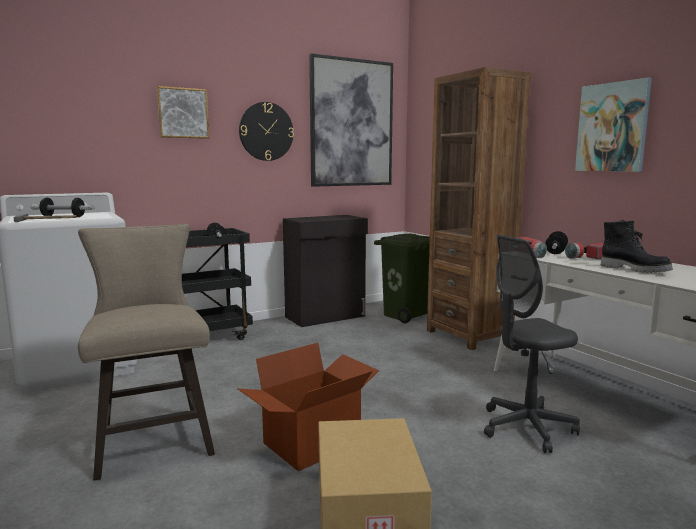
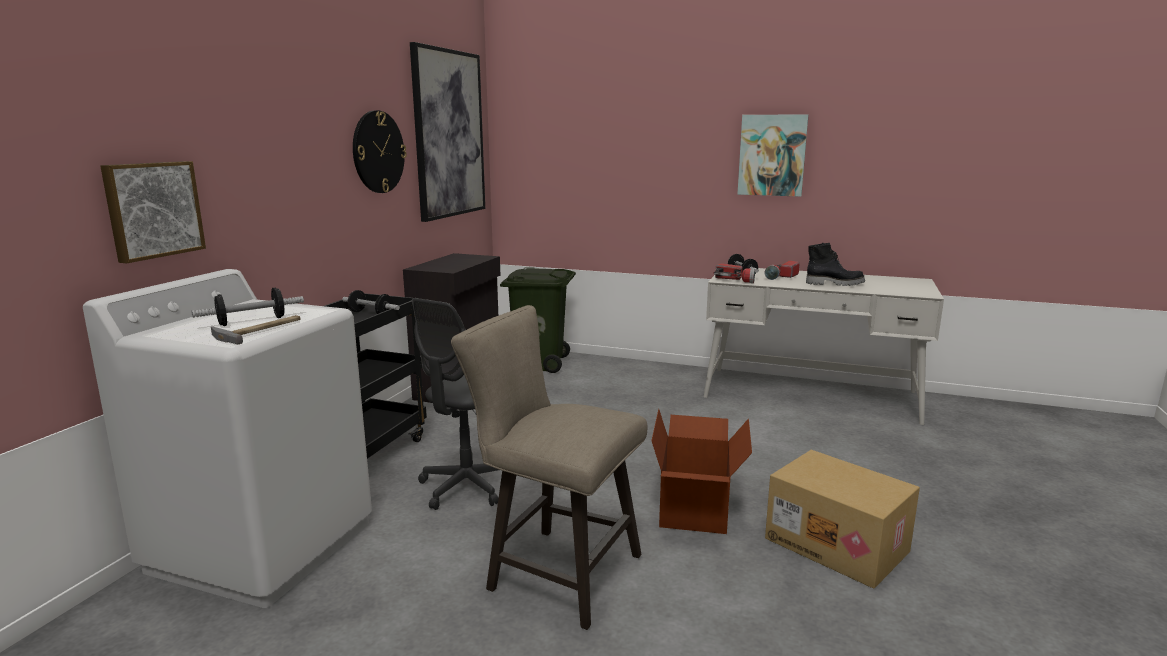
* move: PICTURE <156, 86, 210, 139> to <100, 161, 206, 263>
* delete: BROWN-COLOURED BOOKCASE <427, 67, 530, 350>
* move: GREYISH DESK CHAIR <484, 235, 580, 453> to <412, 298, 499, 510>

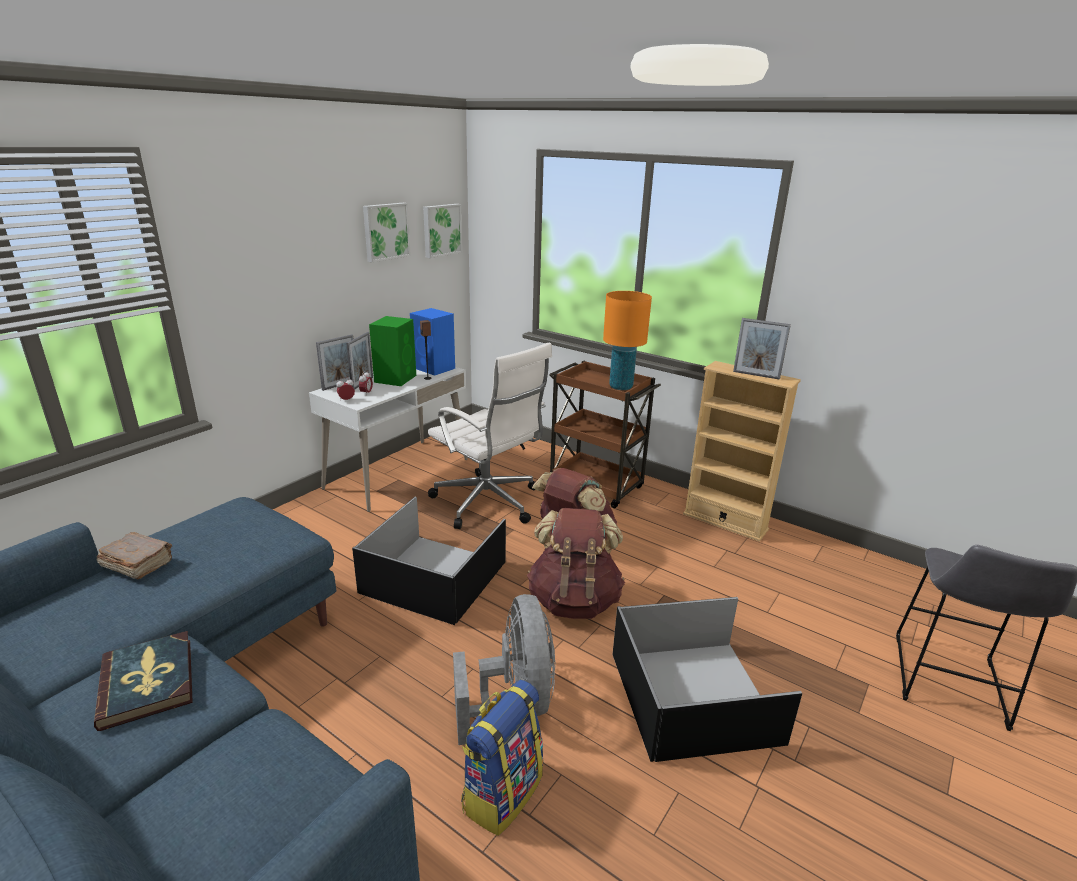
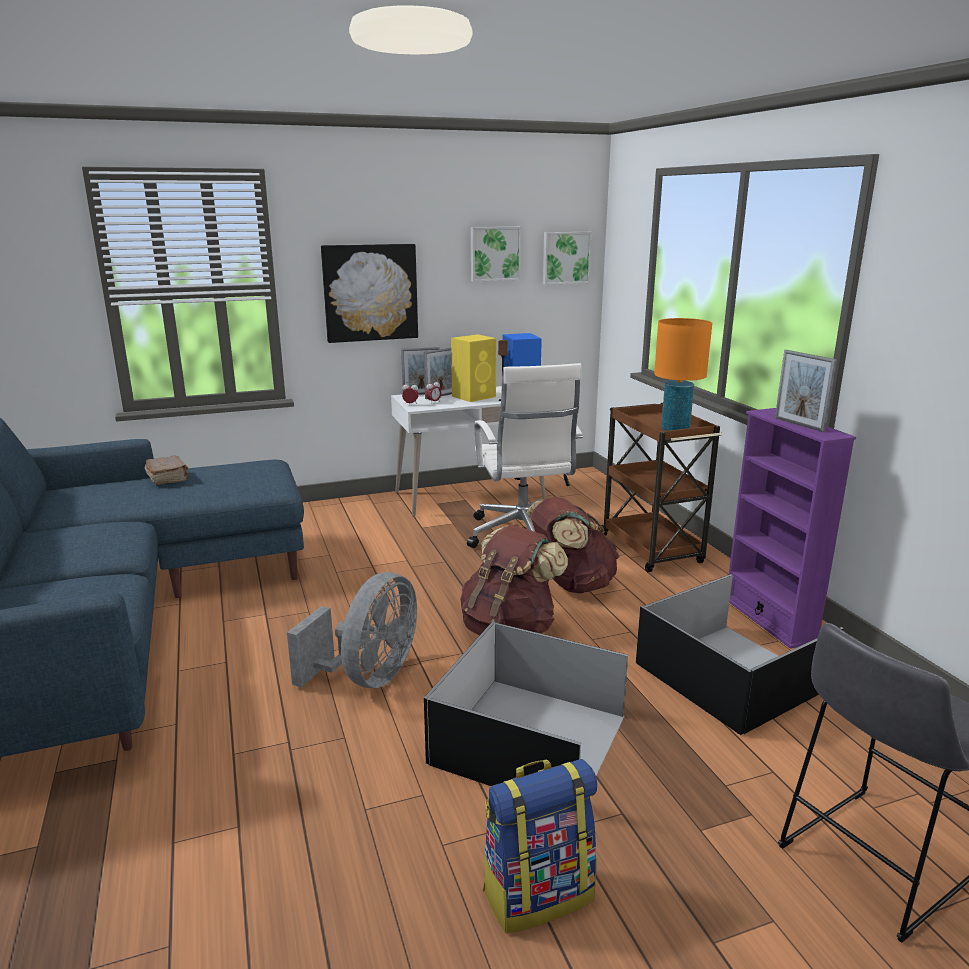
* delete: BOUND BOOK <94, 631, 193, 731>
* move: BLACKISH STORAGE BIN <352, 497, 506, 625> to <636, 574, 844, 735>
* recolor: GREEN AUDIO SPEAKER <369, 316, 416, 386> to YELLOW AUDIO SPEAKER <451, 334, 496, 402>
* move: KNAPSACK <461, 680, 544, 836> to <483, 759, 597, 933>
* recolor: SAND-COLOURED BOOKCASE <683, 361, 801, 542> to PURPLE-COLOURED BOOKCASE <729, 408, 856, 649>
* insert: PICTURE <321, 244, 418, 343>

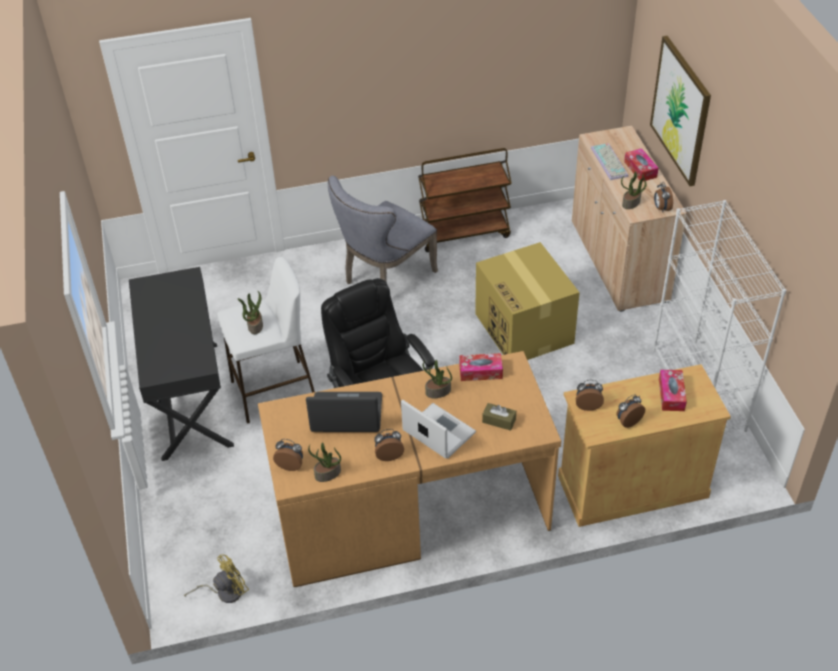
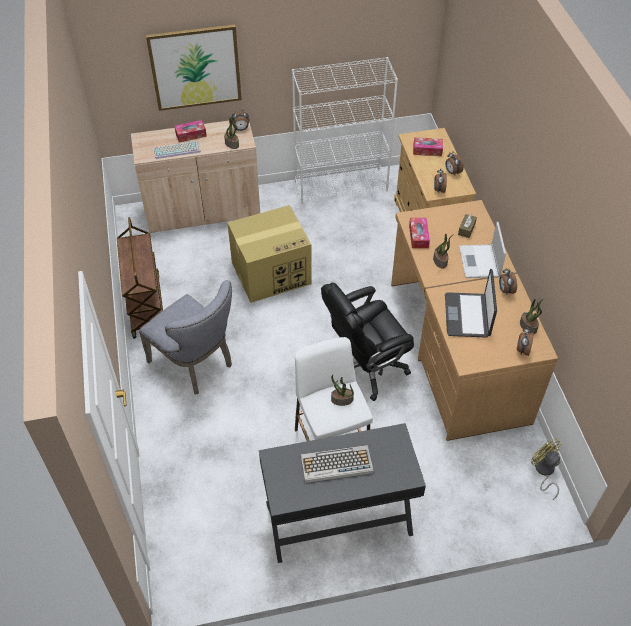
* rotate: LAPTOP <401, 400, 476, 459> = <459, 222, 506, 278> 45 degrees counterclockwise
* insert: KEYBOARD <300, 445, 373, 483>

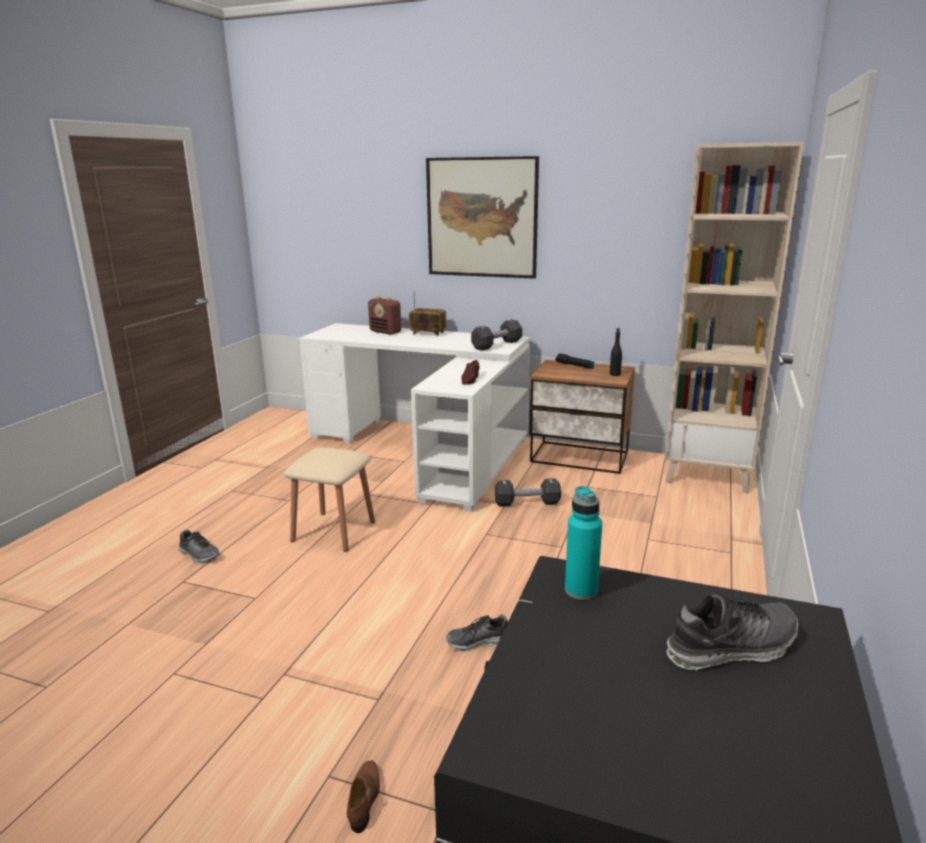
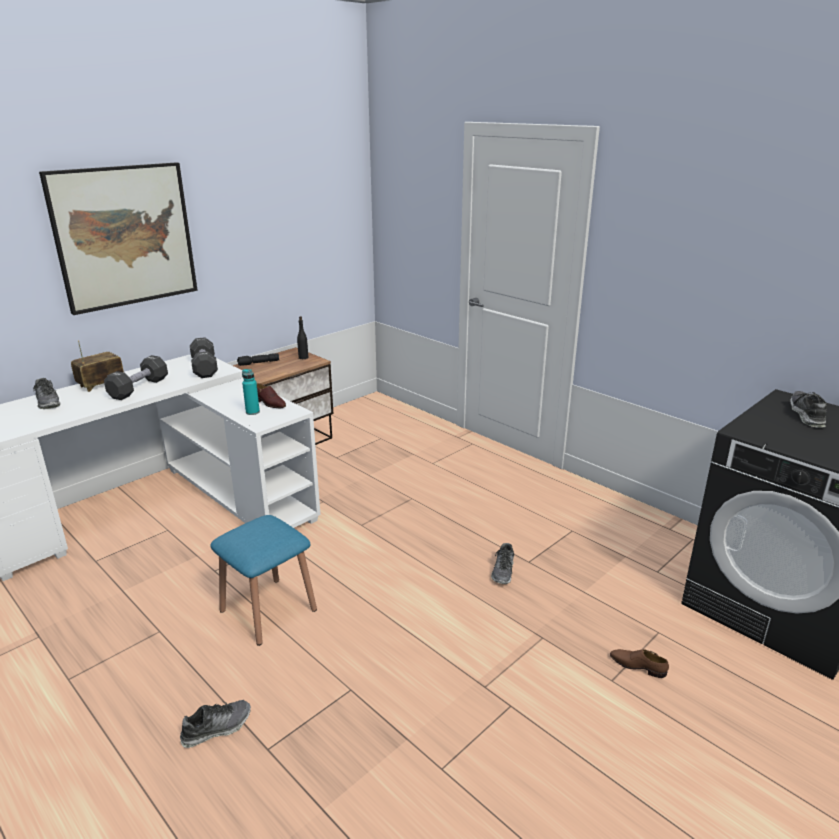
* recolor: SAND-COLOURED STOOL SEAT <284, 447, 375, 552> to BLUE-COLOURED STOOL SEAT <210, 515, 317, 646>
* replace: RADIO <368, 296, 401, 335> to SHOE <33, 378, 60, 409>
* move: BLACKISH FREE WEIGHT <494, 478, 561, 507> to <104, 355, 168, 400>
* move: TURQUOISE DRINK BOTTLE <565, 486, 602, 600> to <242, 369, 260, 415>
* delete: SAND-COLOURED BOOKCASE <665, 142, 804, 493>

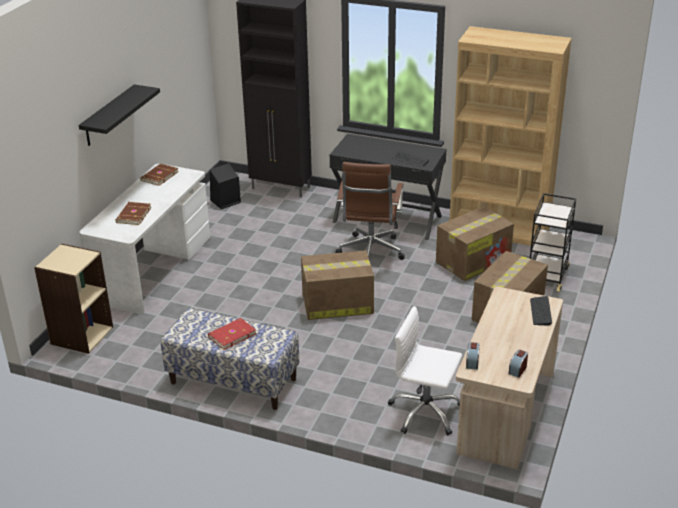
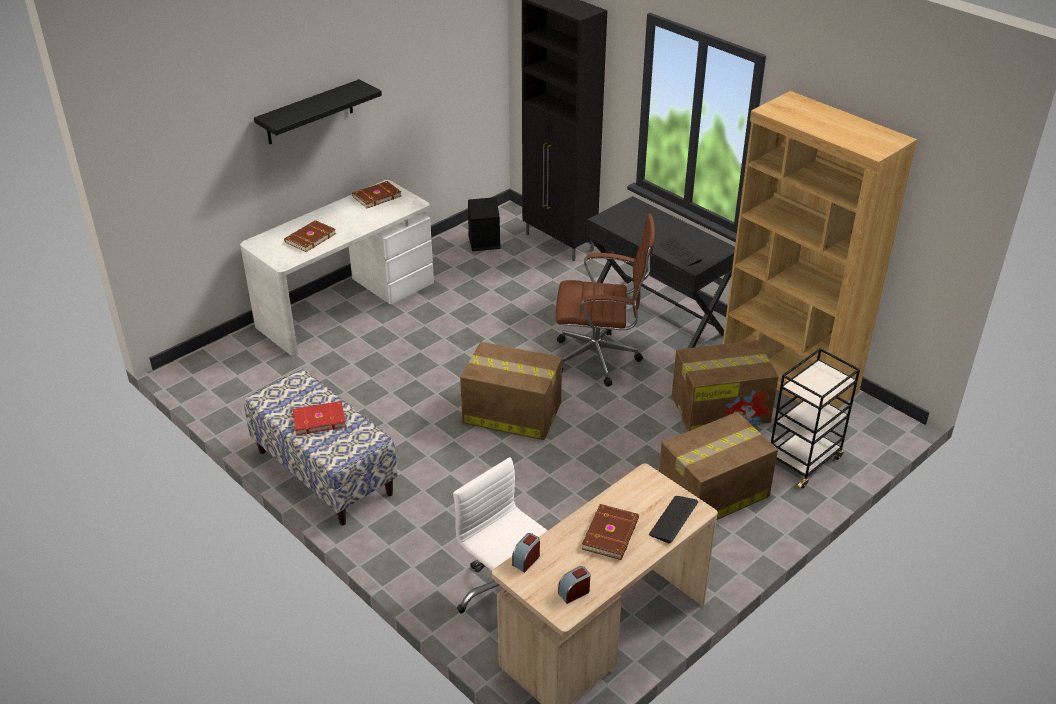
* delete: SAND-COLOURED BOOKCASE <34, 244, 113, 354>
* rotate: BROWN-COLOURED DESK CHAIR <335, 162, 405, 260> = <556, 213, 655, 387> 120 degrees counterclockwise
* insert: BROWN-COLOURED BOUND BOOK <582, 504, 639, 560>

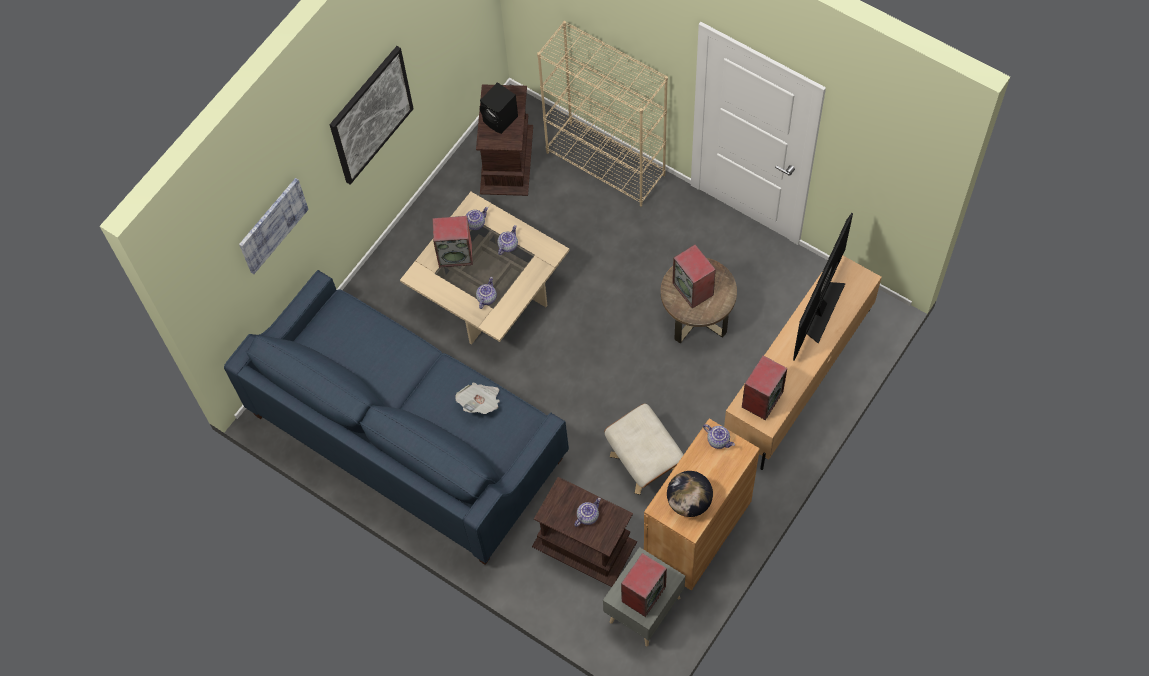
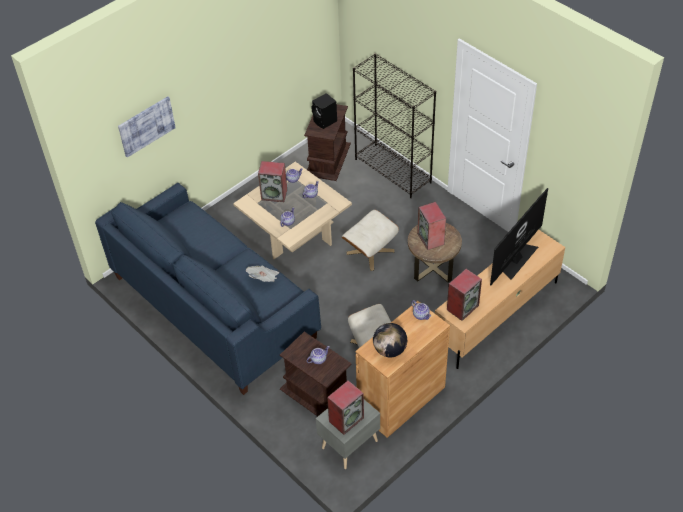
* delete: PICTURE <330, 46, 414, 185>
* recolor: SAND-COLOURED BOOKCASE <537, 21, 668, 207> to BLACKISH BOOKCASE <353, 53, 436, 198>
* insert: SAND-COLOURED POUFFE <342, 210, 399, 271>

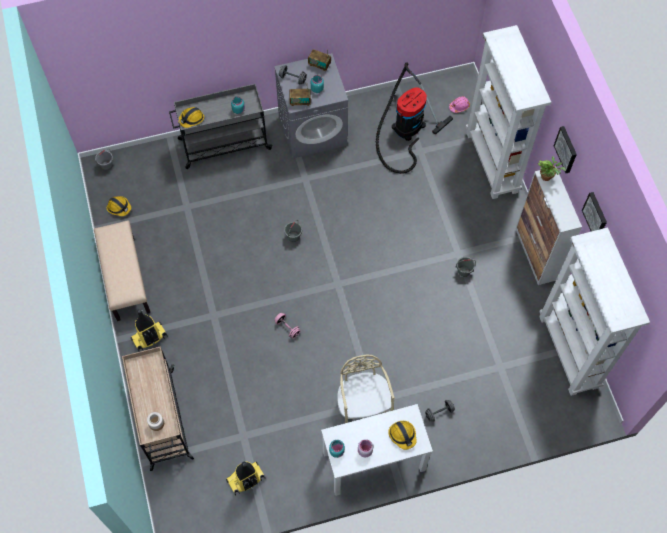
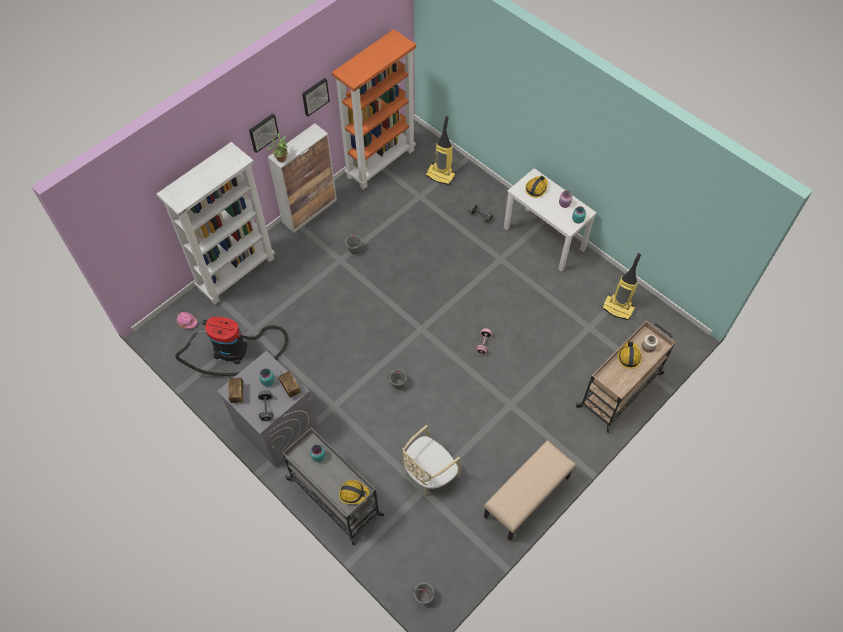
* move: SAFETY HELMET <106, 196, 131, 216> to <618, 342, 642, 369>
* move: HOOVER <131, 309, 168, 352> to <425, 116, 456, 185>
* move: SAND-COLOURED UPRIGHT CHAIR <337, 355, 395, 423> to <402, 425, 462, 495>
* recolor: WHITE BOOKCASE <539, 227, 650, 396> to ORANGEY BOOKCASE <332, 29, 416, 190>

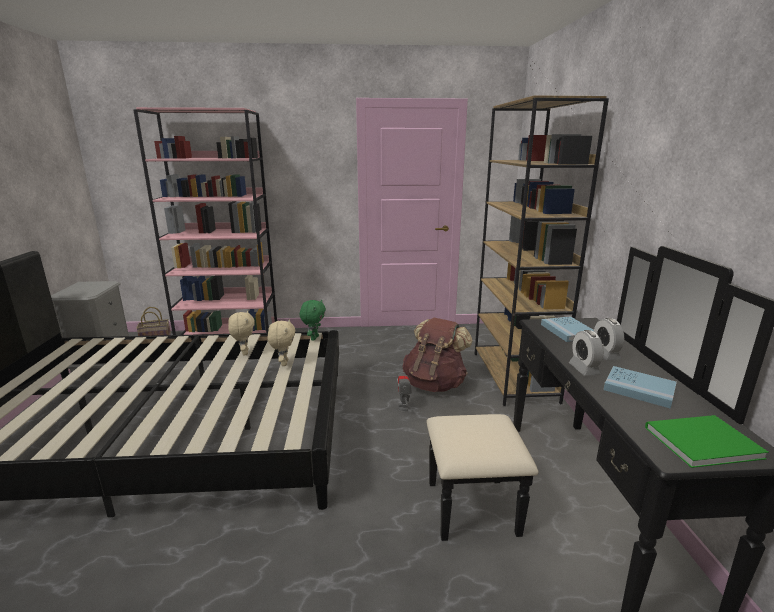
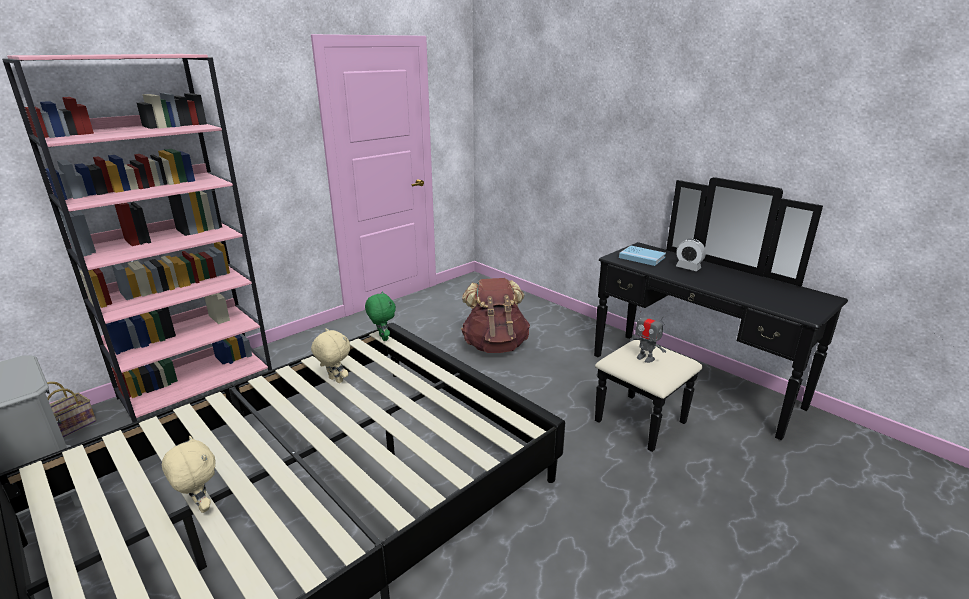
* move: SAND-COLOURED CUDDLY TOY <268, 319, 296, 366> to <162, 436, 216, 513>
* move: MODEL ROBOT <397, 374, 412, 411> to <630, 307, 666, 363>
* delete: BROWN-COLOURED BOOKCASE <475, 96, 609, 406>
* delete: BEDSIDE CLOCK <569, 330, 603, 376>
* delete: BLUE-COLOURED BOUND BOOK <603, 366, 677, 409>
* delete: GREEN BOUND BOOK <645, 415, 769, 468>

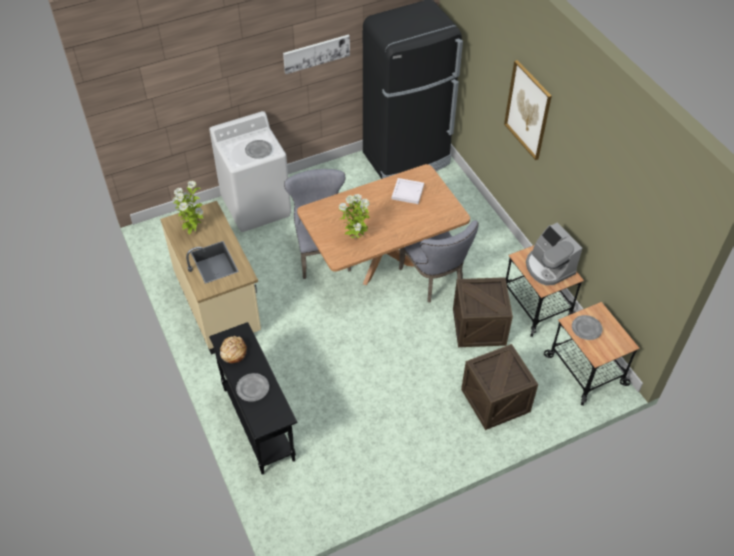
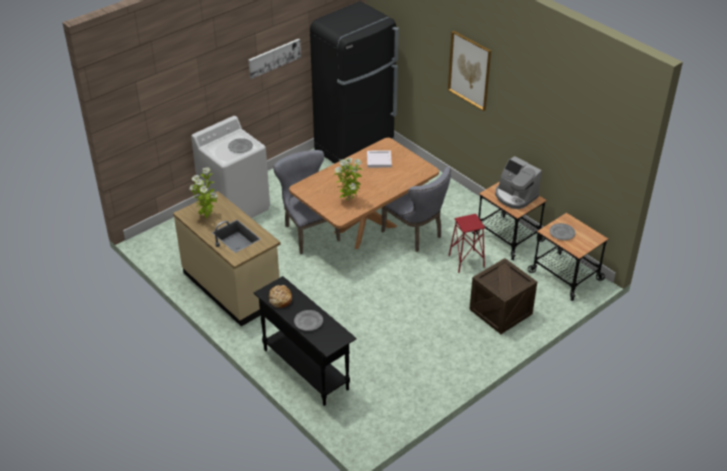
* replace: SHIPPING CRATE <453, 277, 513, 347> to REDDISH STOOL SEAT <449, 214, 485, 273>

